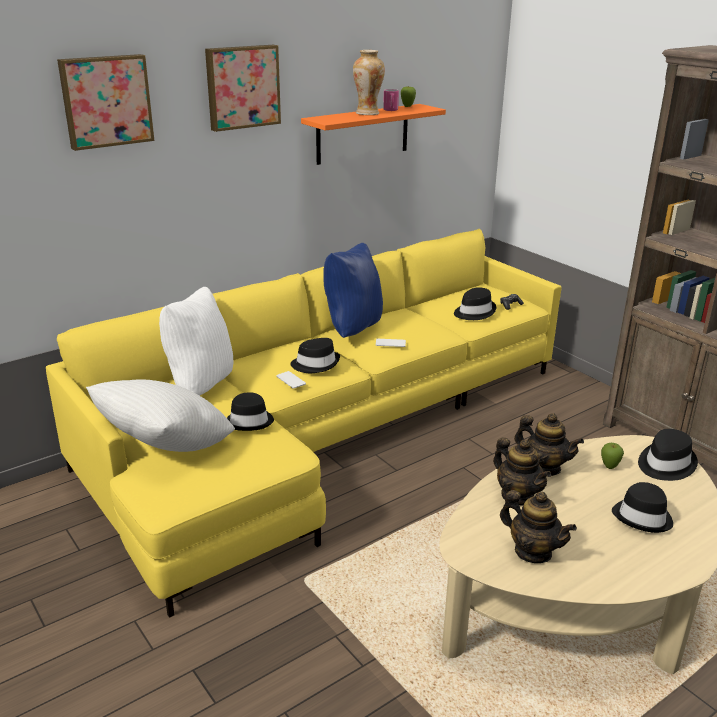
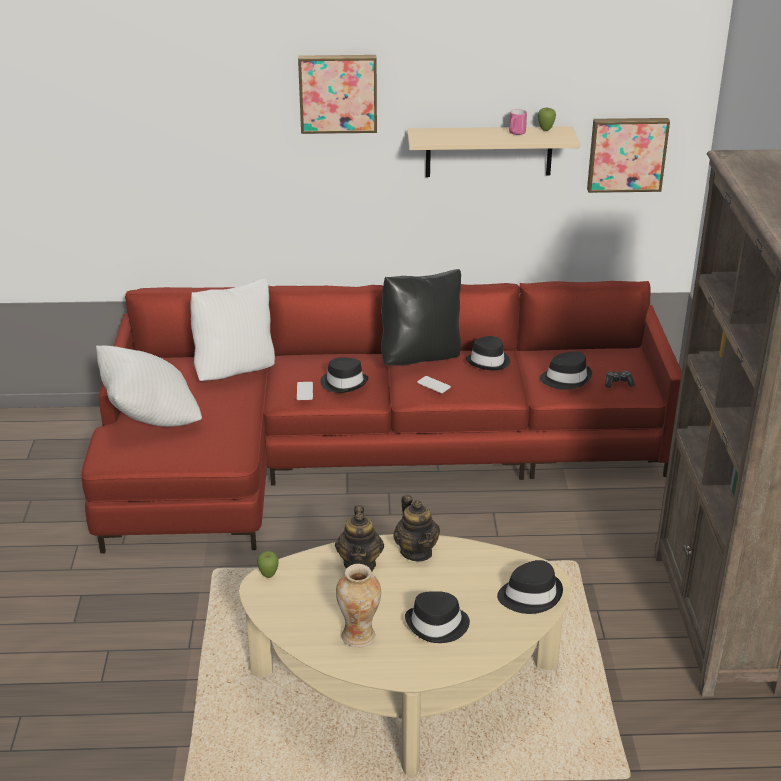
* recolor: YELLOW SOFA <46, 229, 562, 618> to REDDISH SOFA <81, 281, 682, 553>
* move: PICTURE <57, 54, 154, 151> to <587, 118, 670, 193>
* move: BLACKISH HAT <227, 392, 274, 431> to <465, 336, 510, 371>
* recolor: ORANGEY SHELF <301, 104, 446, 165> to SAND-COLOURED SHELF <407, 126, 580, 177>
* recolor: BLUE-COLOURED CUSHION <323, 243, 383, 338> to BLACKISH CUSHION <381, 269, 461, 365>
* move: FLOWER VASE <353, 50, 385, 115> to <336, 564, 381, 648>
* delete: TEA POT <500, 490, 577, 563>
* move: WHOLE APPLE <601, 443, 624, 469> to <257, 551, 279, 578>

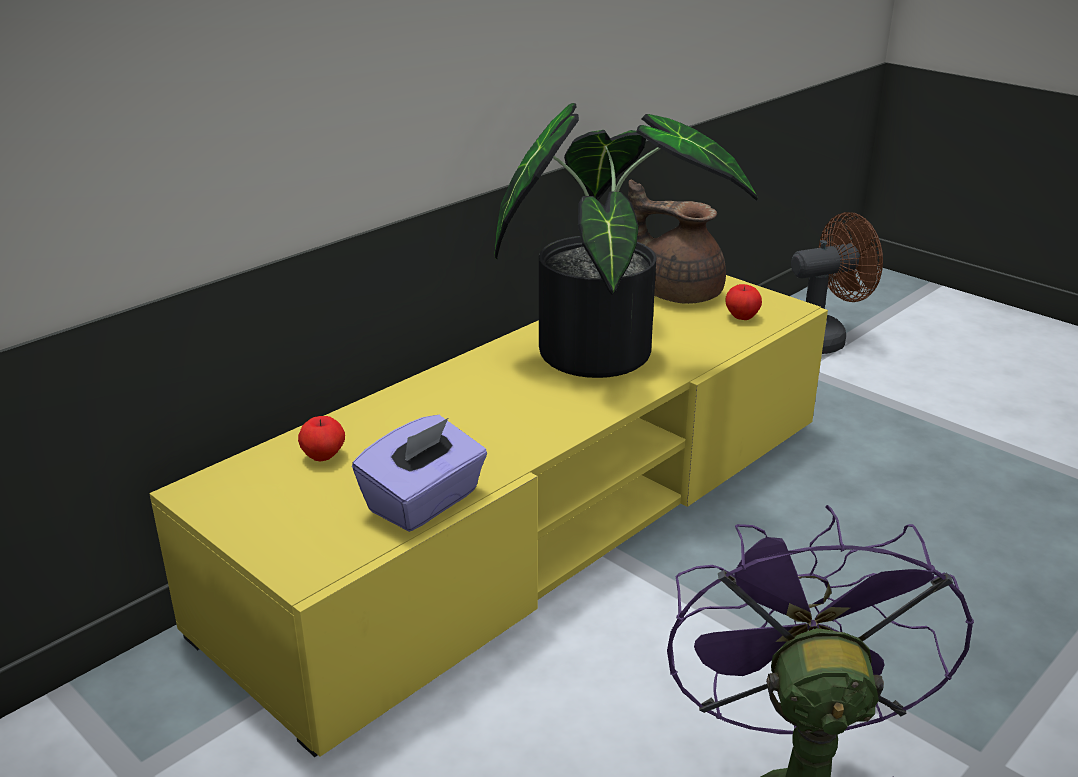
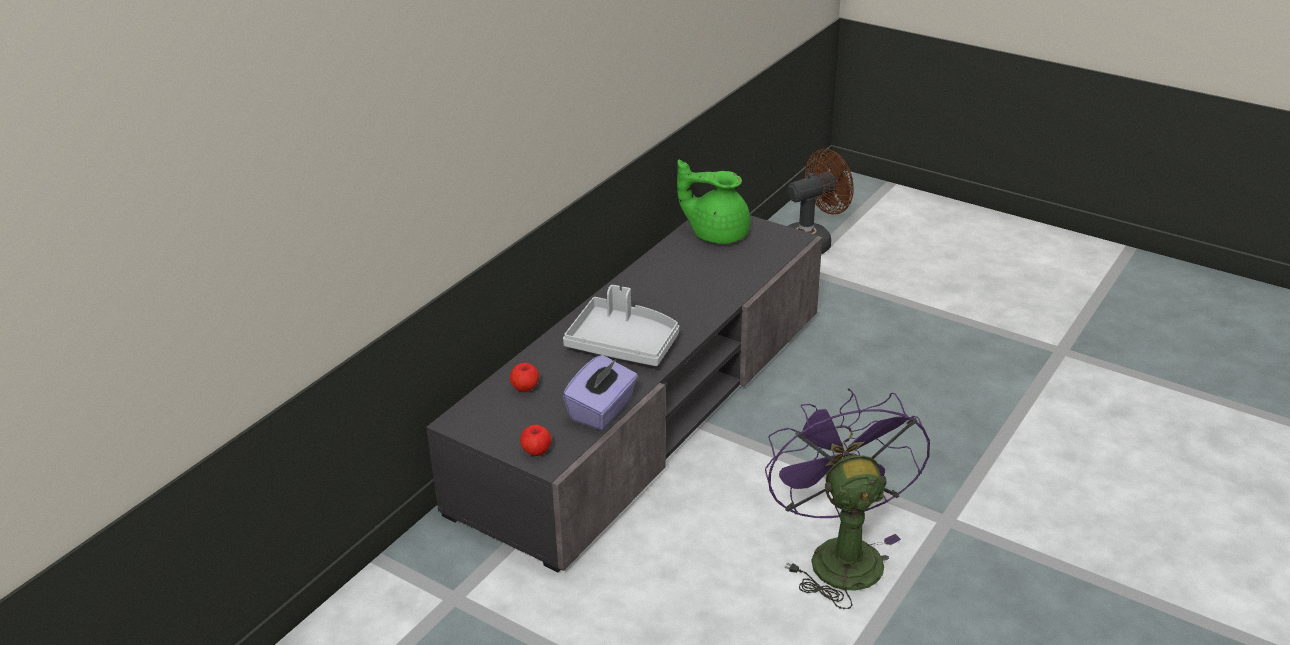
* recolor: YELLOW TV UNIT <149, 275, 828, 757> to GREYISH TV UNIT <426, 215, 822, 572>
* delete: HOUSEPLANT <494, 103, 758, 378>
* recolor: BROWN-COLOURED TEA POT <628, 180, 726, 304> to GREEN TEA POT <677, 160, 750, 244>
* move: WHOLE APPLE <726, 284, 762, 320> to <520, 425, 552, 456>
* insert: GREYISH SERVING TRAY <563, 285, 679, 366>

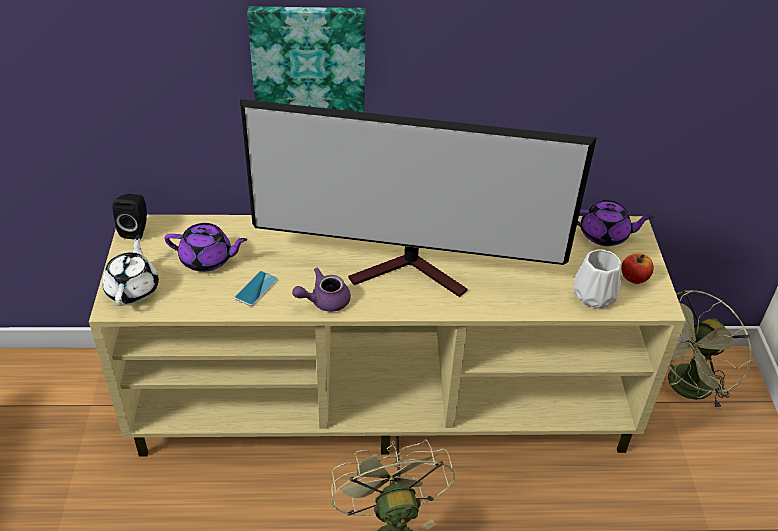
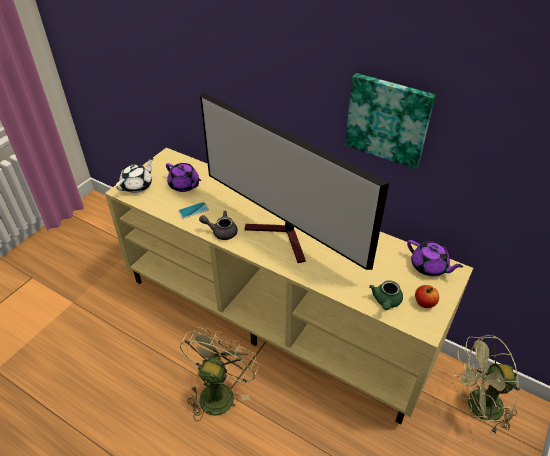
* delete: BLACKISH AUDIO SPEAKER <113, 194, 147, 240>
* move: PICTURE <247, 7, 366, 112> to <345, 73, 436, 169>
* recolor: PURPLE-COLOURED TEA POT <292, 268, 351, 312> to GREYISH TEA POT <199, 211, 238, 240>
* replace: WHITE FLOWER VASE <573, 249, 621, 309> to GREEN TEA POT <369, 280, 403, 310>

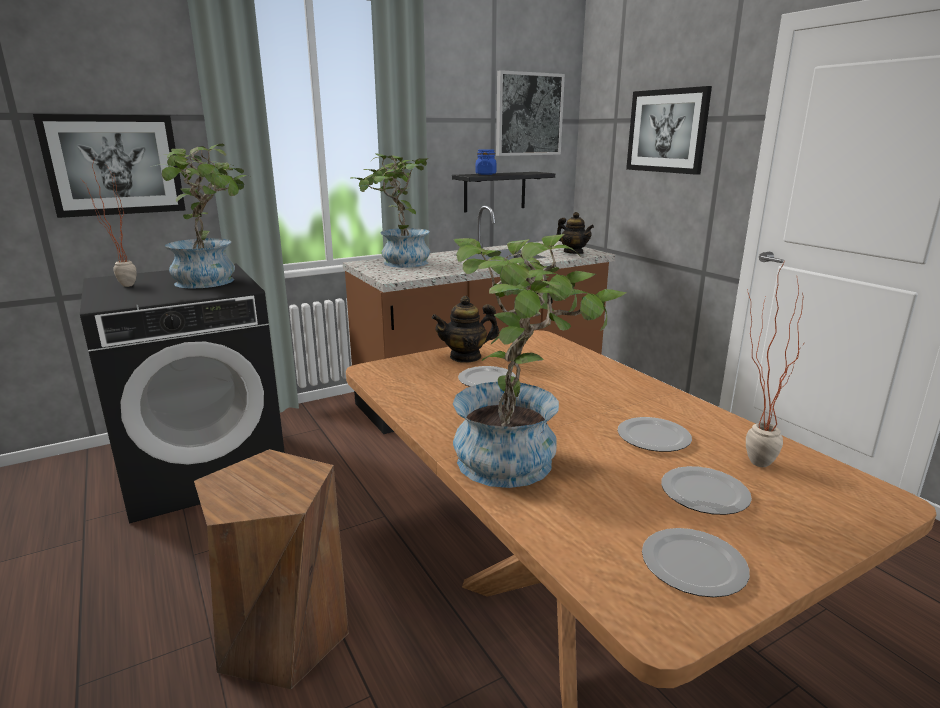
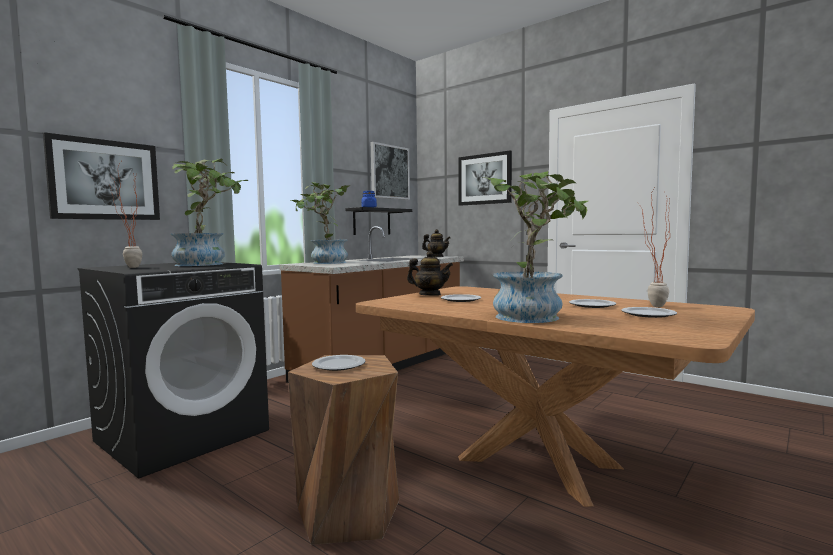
* rotate: TEA POT <431, 296, 499, 363> = <407, 251, 453, 296> 120 degrees counterclockwise
* move: FLAT DISH <642, 528, 750, 597> to <312, 355, 365, 371>

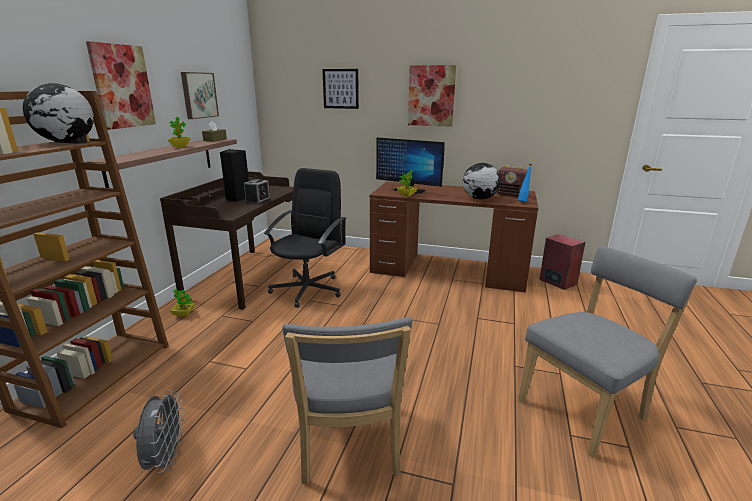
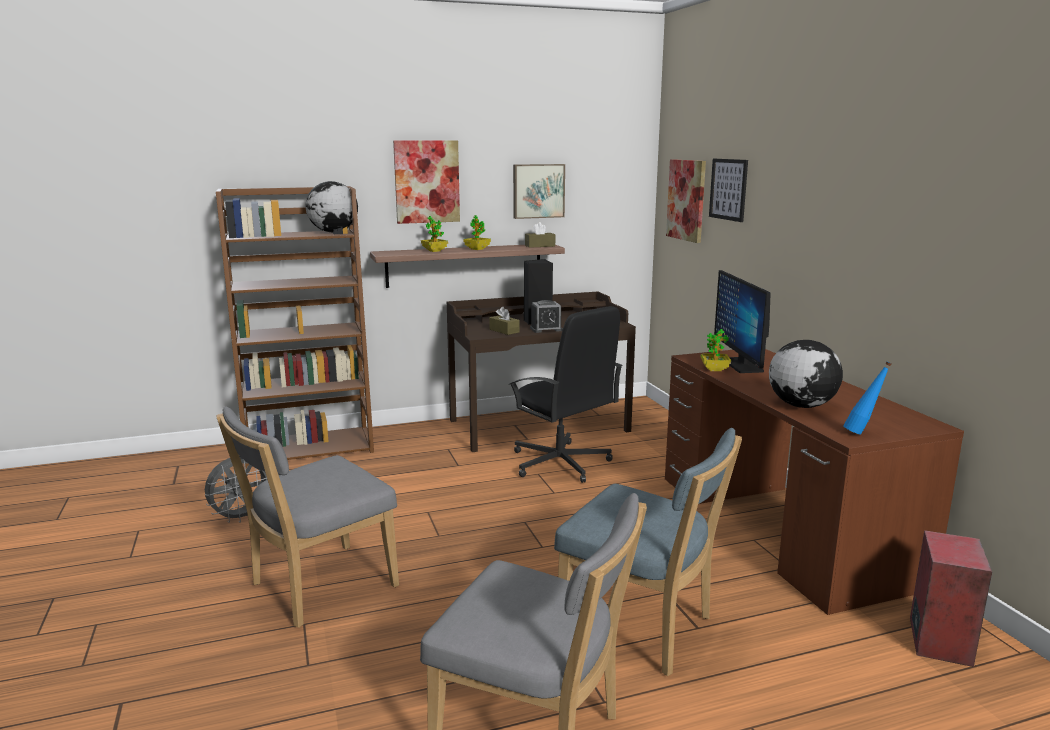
* move: HOUSEPLANT <170, 289, 195, 316> to <421, 216, 448, 252>
* rotate: BLACKISH DESK CHAIR <264, 168, 346, 308> = <509, 306, 623, 483> 60 degrees clockwise
* move: PICTURE <408, 65, 456, 127> to <666, 159, 706, 243>
* delete: RADIO <496, 165, 527, 197>
* insert: BROWN-COLOURED BOX OF TISSUES <489, 307, 520, 335>
* insert: BLUE-COLOURED UPRIGHT CHAIR <554, 428, 742, 676>

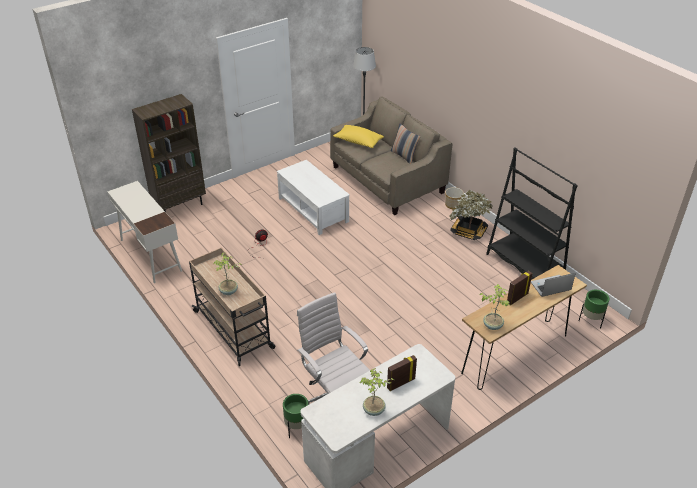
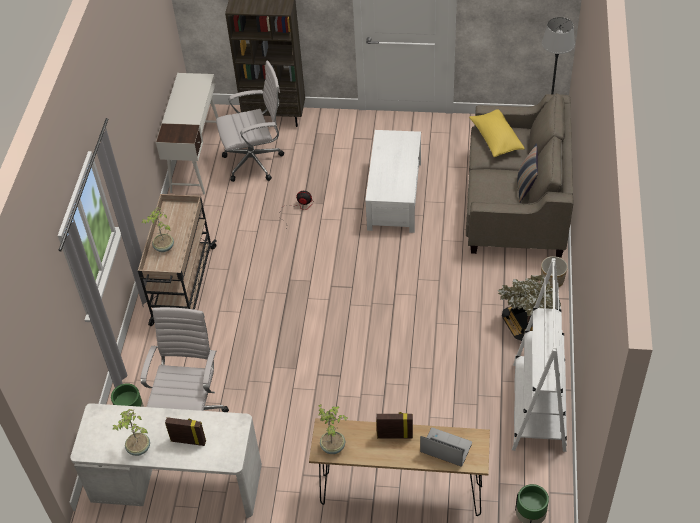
* recolor: BLACKISH BOOKCASE <486, 147, 578, 279> to WHITE BOOKCASE <512, 258, 567, 452>
* insert: WHITE DESK CHAIR <216, 61, 284, 182>

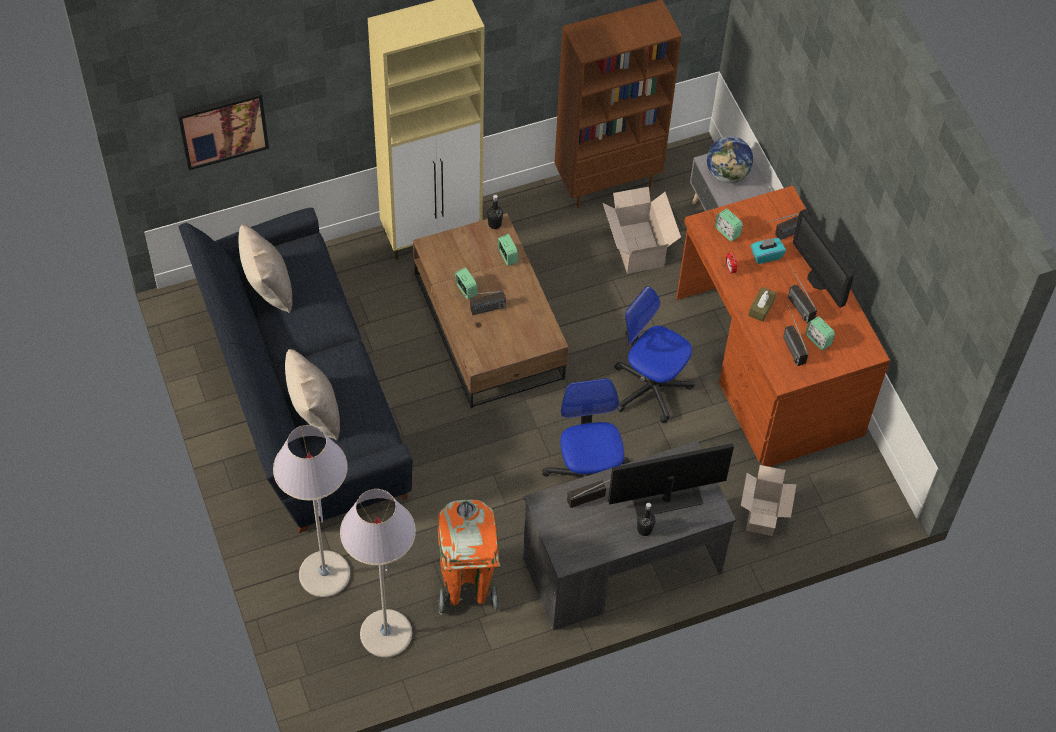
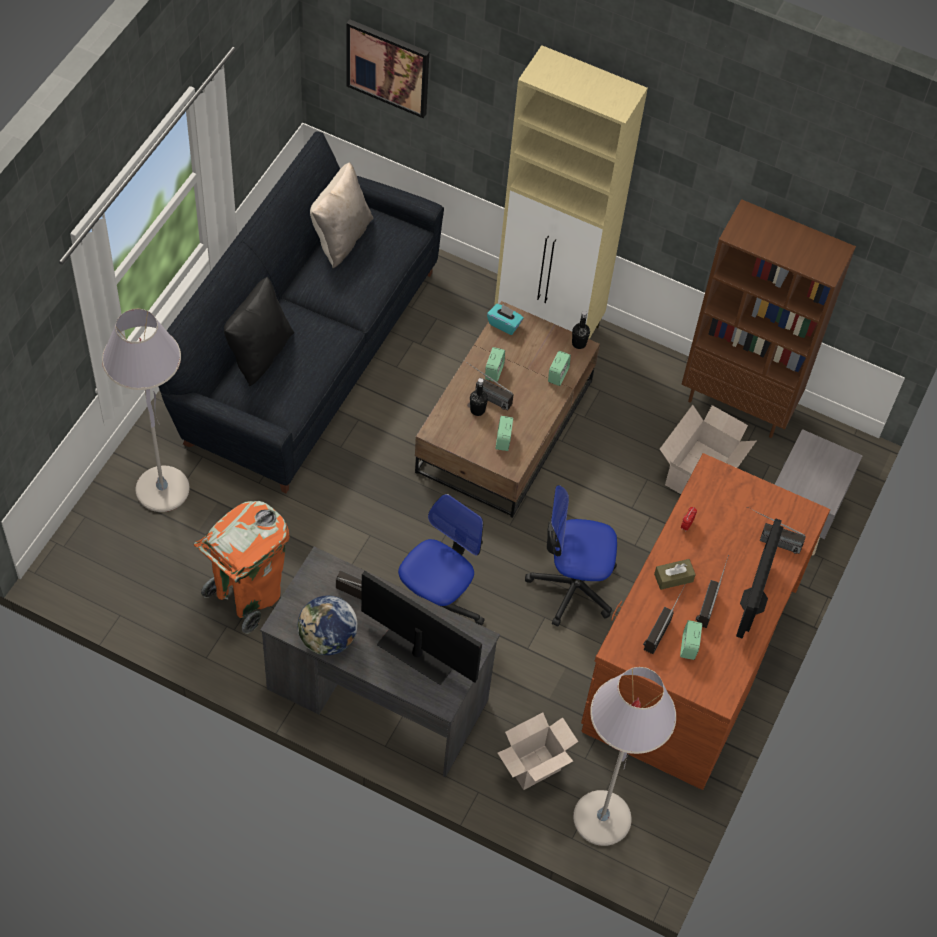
* recolor: SAND-COLOURED CUSHION <285, 349, 340, 441> to BLACKISH CUSHION <224, 277, 294, 386>
* move: GREYISH STANDING LAMP <340, 489, 416, 658> to <573, 667, 676, 846>
* rotate: DESK CHAIR <614, 286, 695, 423> = <525, 485, 617, 627> 75 degrees counterclockwise
* move: BLACKISH DRINK BOTTLE <637, 503, 655, 536> to <470, 378, 488, 416>
* move: DESK GLOBE <707, 136, 753, 183> to <297, 595, 358, 655>
* move: BEDSIDE CLOCK <715, 209, 743, 241> to <495, 416, 513, 451>
* move: TURQUOISE BOX OF TISSUES <751, 238, 786, 264> to <487, 304, 524, 335>

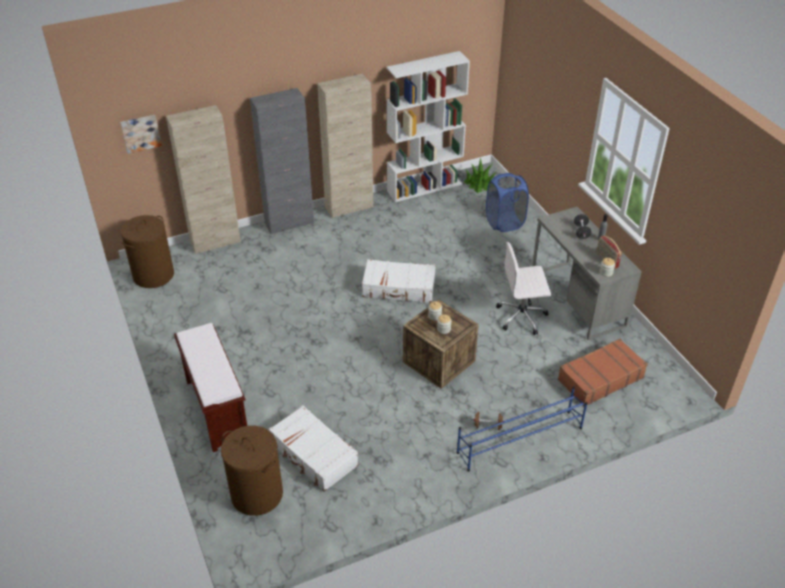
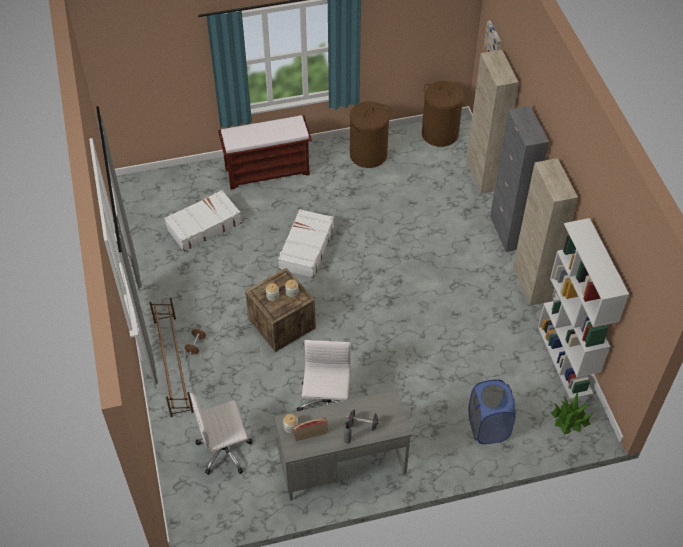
* move: BROWN-COLOURED LAUNDRY BASKET <221, 426, 283, 516> to <349, 101, 389, 168>
* move: WHITE SUITCASE <362, 259, 436, 303> to <278, 209, 334, 278>
* recolor: BLUE-COLOURED SHOE SHELF <457, 386, 587, 471> to BROWN-COLOURED SHOE SHELF <149, 298, 194, 417>
* replace: BROWN-COLOURED SUITCASE <558, 339, 648, 407> to WHITE DESK CHAIR <189, 393, 253, 475>

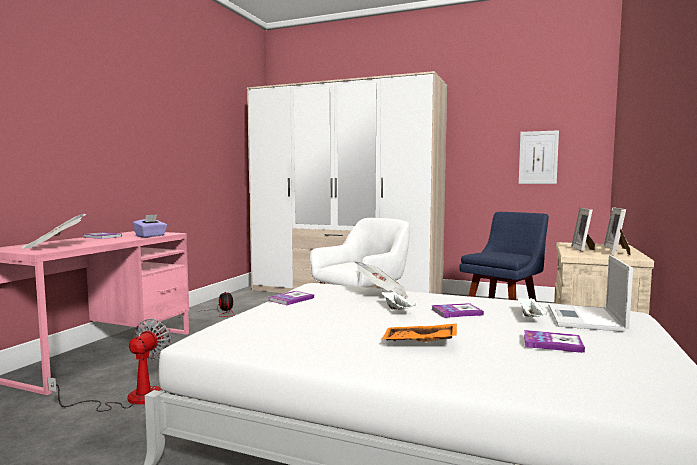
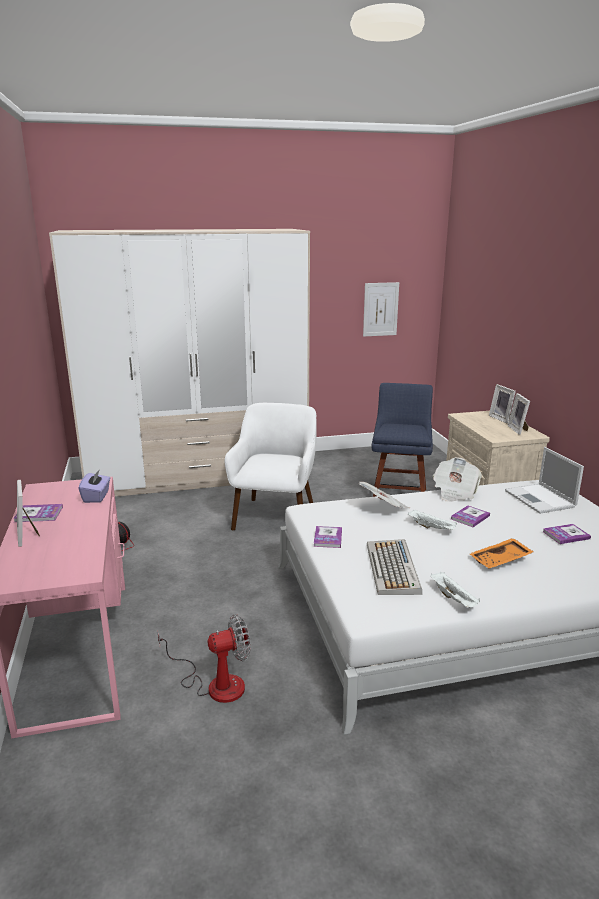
* move: NEWSPAPER <21, 214, 86, 249> to <433, 457, 482, 502>
* rotate: ELECTRIC FAN <47, 319, 171, 412> = <158, 614, 251, 703> 90 degrees clockwise
* move: WHITE SERVING TRAY <518, 297, 547, 317> to <430, 572, 480, 608>
* move: PICTURE FRAME <571, 208, 595, 252> to <17, 480, 40, 547>
* insert: KEYBOARD <367, 539, 422, 595>

